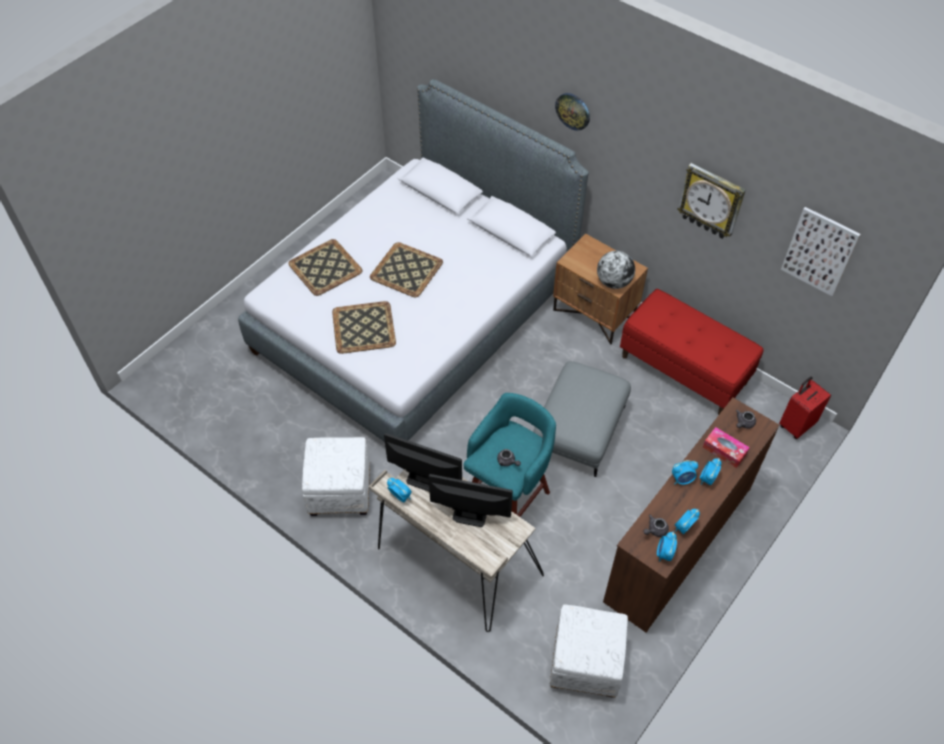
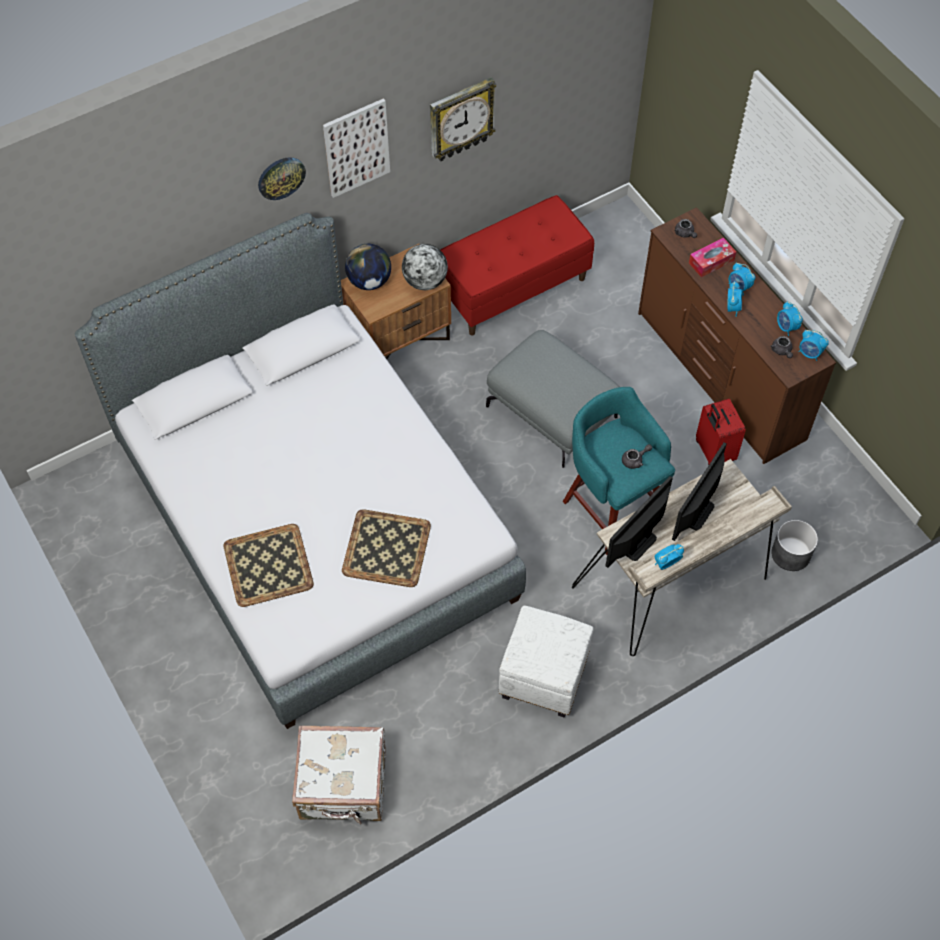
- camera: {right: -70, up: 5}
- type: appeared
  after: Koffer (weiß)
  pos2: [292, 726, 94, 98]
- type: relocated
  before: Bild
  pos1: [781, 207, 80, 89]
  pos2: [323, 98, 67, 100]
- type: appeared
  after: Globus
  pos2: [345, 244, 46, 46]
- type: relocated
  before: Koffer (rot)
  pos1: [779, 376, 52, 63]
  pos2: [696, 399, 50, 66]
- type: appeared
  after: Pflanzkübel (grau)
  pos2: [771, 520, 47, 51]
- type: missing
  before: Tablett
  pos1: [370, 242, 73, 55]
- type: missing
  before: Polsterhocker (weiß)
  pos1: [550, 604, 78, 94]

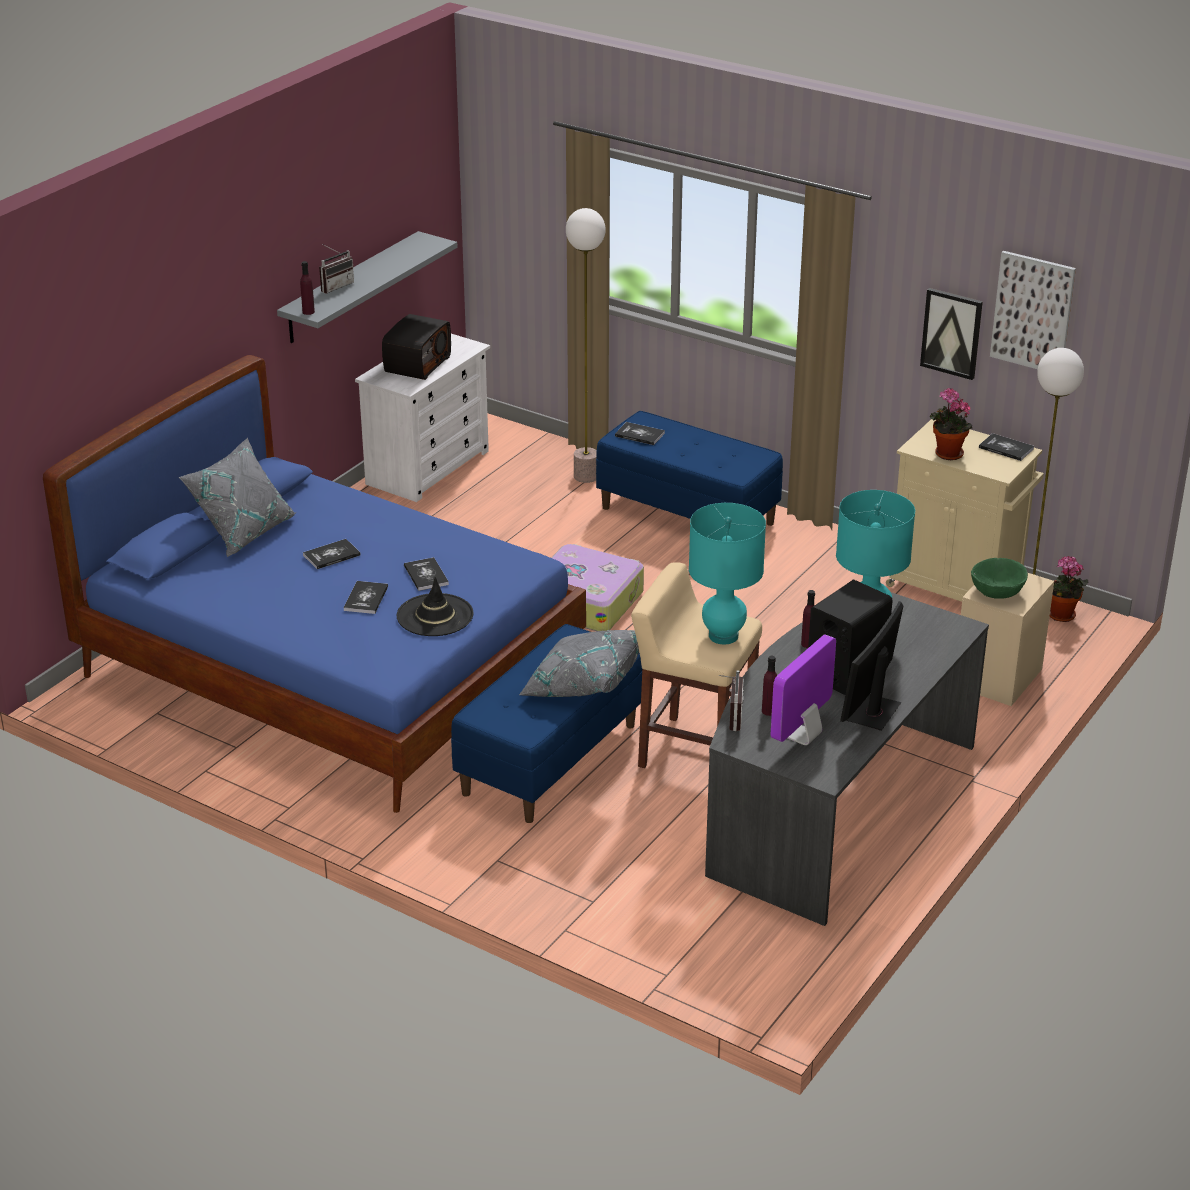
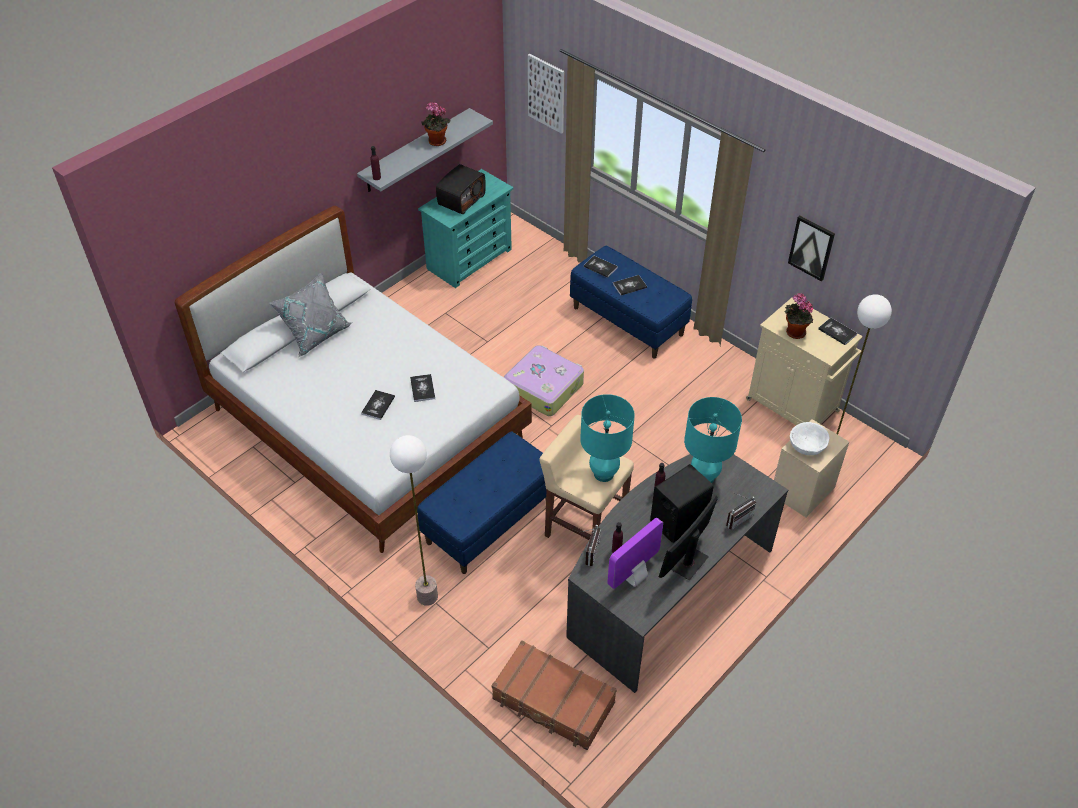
- camera: {right: 10, up: 15}
- type: colour
  before: Bett (blau)
  after: Bett (weiß)
  pos1: [43, 355, 543, 458]
  pos2: [175, 206, 357, 347]
- type: relocated
  before: Stehlampe
  pos1: [566, 208, 40, 275]
  pos2: [390, 435, 48, 171]
- type: colour
  before: Kommode (weiß)
  after: Kommode (türkis)
  pos1: [355, 334, 135, 168]
  pos2: [418, 169, 95, 119]
- type: relocated
  before: Topfpflanze
  pos1: [1049, 556, 39, 66]
  pos2: [421, 102, 30, 44]
- type: appeared
  after: Koffer (braun)
  pos2: [492, 640, 125, 110]
- type: relocated
  before: Bild
  pos1: [990, 251, 86, 118]
  pos2: [528, 54, 36, 80]
- type: relocated
  before: Buch
  pos1: [303, 539, 58, 30]
  pos2: [613, 275, 34, 20]
- type: relocated
  before: Radio
  pos1: [319, 244, 35, 50]
  pos2: [726, 493, 30, 37]
- type: colour
  before: Schüssel (grün)
  after: Schüssel (weiß)
  pos1: [971, 558, 57, 41]
  pos2: [790, 422, 39, 33]
- type: missing
  before: Hut (schwarz)
  pos1: [397, 577, 76, 59]
- type: missing
  before: Kissen (grau)
  pos1: [519, 630, 120, 67]

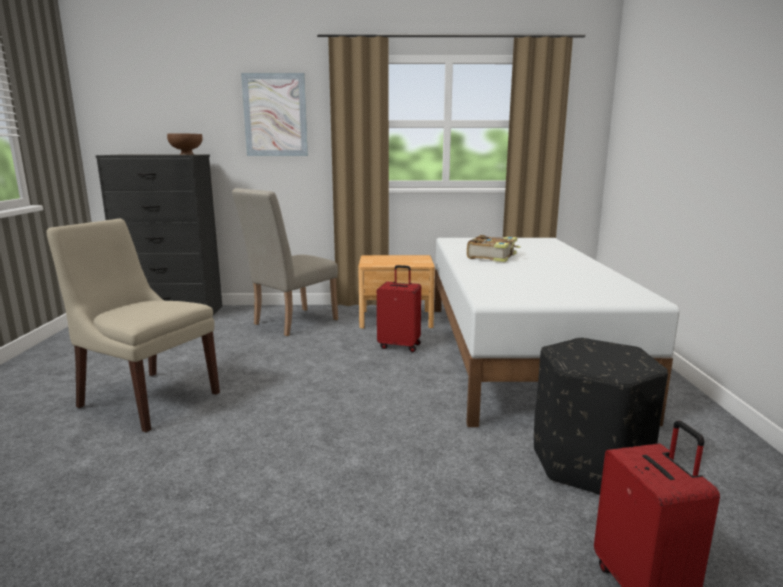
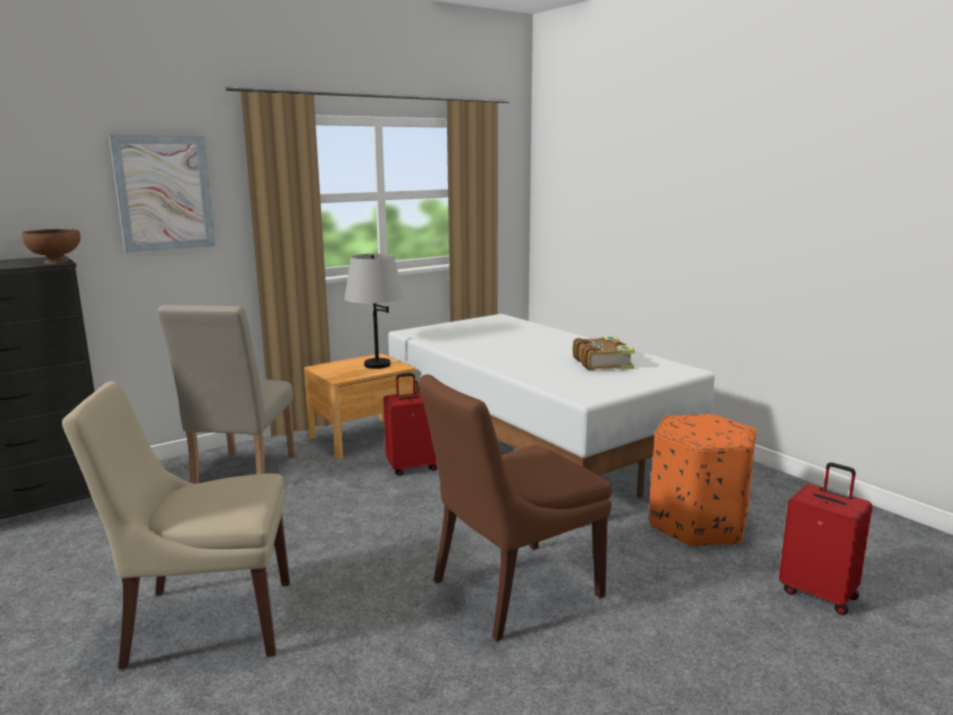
- camera: {right: -35, up: 0}
- type: appeared
  after: Tischlampe (grau)
  pos2: [344, 253, 60, 116]
- type: appeared
  after: Stuhl (braun)
  pos2: [419, 374, 193, 267]
- type: relocated
  before: Buch
  pos1: [467, 235, 54, 27]
  pos2: [573, 336, 62, 34]
- type: colour
  before: Polsterhocker (schwarz)
  after: Polsterhocker (orange)
  pos1: [534, 338, 134, 157]
  pos2: [649, 414, 107, 133]

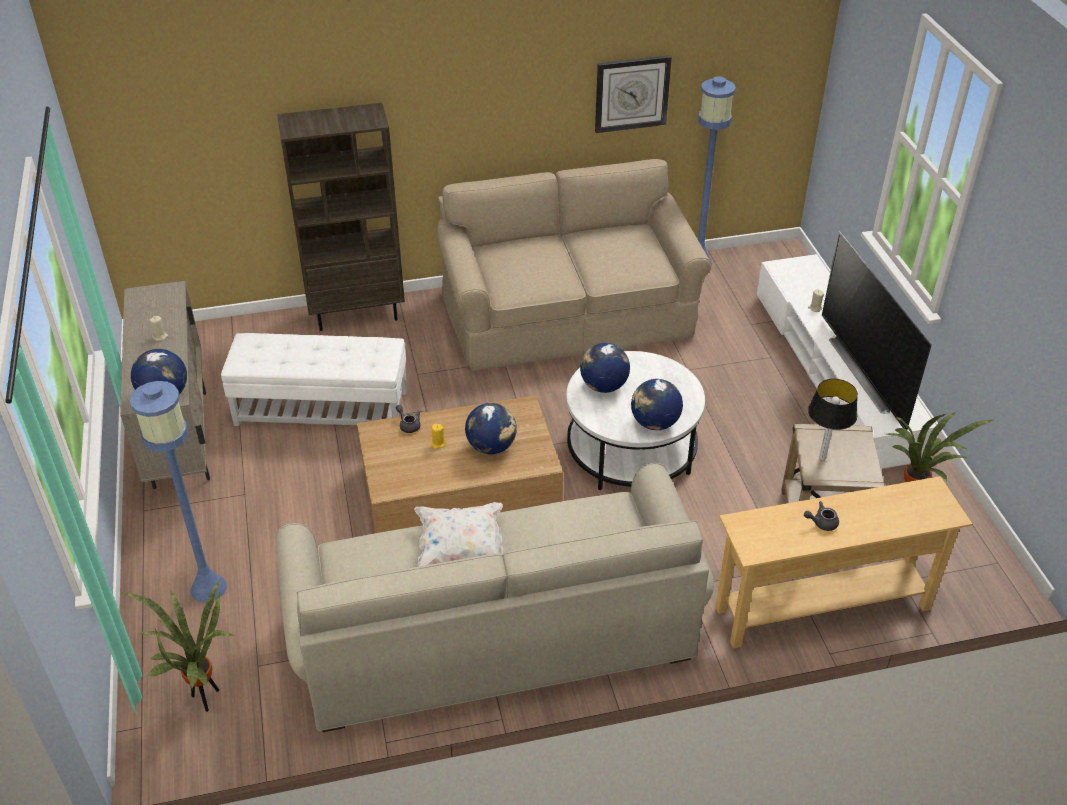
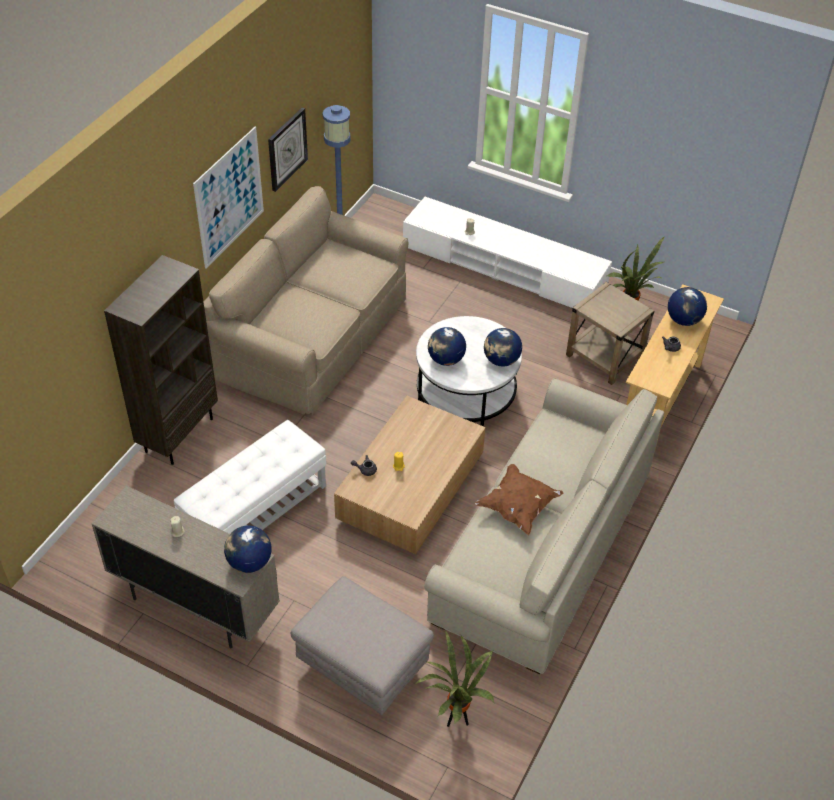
- camera: {right: -50, up: 5}
- type: appeared
  after: Bild
  pos2: [193, 127, 71, 142]
- type: exchanged
  before: Stehlampe (blau)
  after: Polsterhocker (grau)
  pos1: [130, 381, 97, 222]
  pos2: [291, 576, 143, 139]
- type: colour
  before: Kissen (weiß)
  after: Kissen (braun)
  pos1: [415, 502, 88, 65]
  pos2: [474, 464, 89, 71]
- type: relocated
  before: Globus
  pos1: [465, 403, 52, 51]
  pos2: [668, 287, 39, 39]
- type: missing
  before: Tischlampe
  pos1: [808, 379, 50, 82]
- type: missing
  before: Fernseher
  pos1: [822, 231, 110, 199]

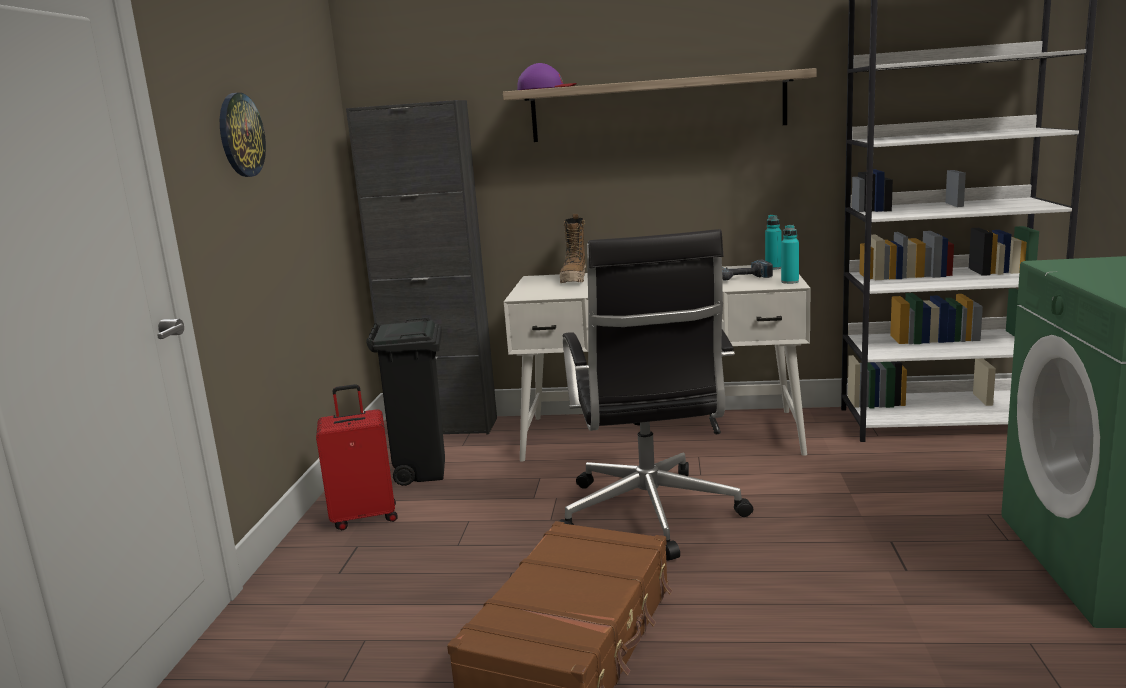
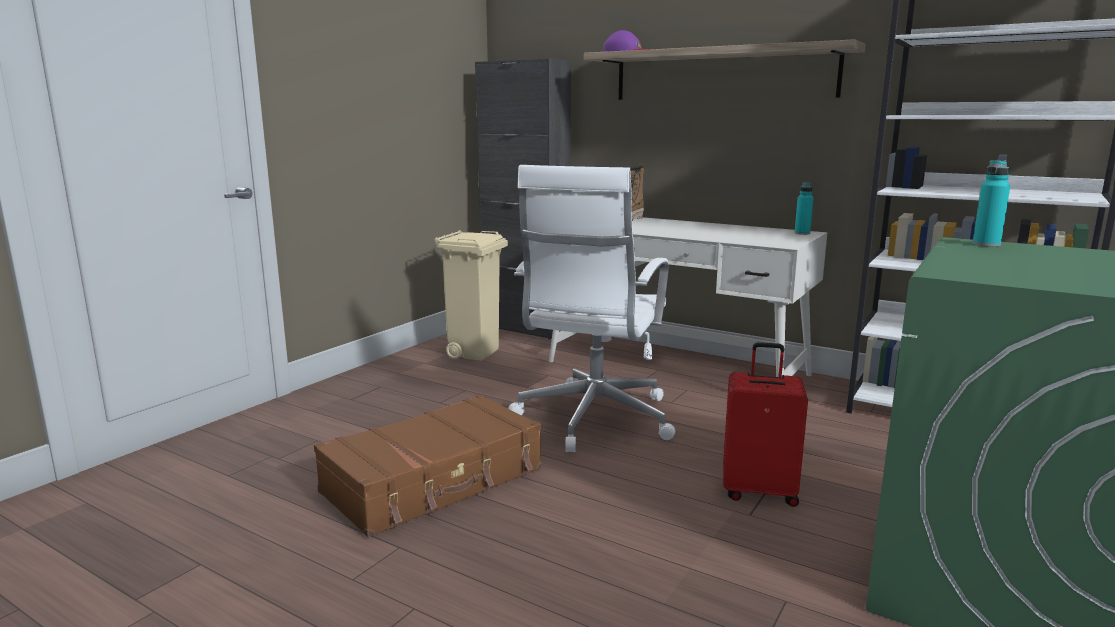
- camera: {right: 25, up: 0}
- type: colour
  before: Mülleimer (schwarz)
  after: Mülleimer (beige)
  pos1: [366, 317, 79, 169]
  pos2: [435, 230, 73, 131]
- type: colour
  before: Bürostuhl (schwarz)
  after: Bürostuhl (weiß)
  pos1: [559, 229, 194, 332]
  pos2: [508, 165, 167, 287]
- type: relocated
  before: Koffer (rot)
  pos1: [316, 384, 82, 146]
  pos2: [723, 342, 85, 165]
- type: relocated
  before: Flasche (türkis)
  pos1: [781, 225, 18, 59]
  pos2: [972, 160, 38, 87]
- type: missing
  before: Wanduhr
  pos1: [220, 93, 46, 84]
- type: missing
  before: Bohrmaschine
  pos1: [722, 260, 51, 20]

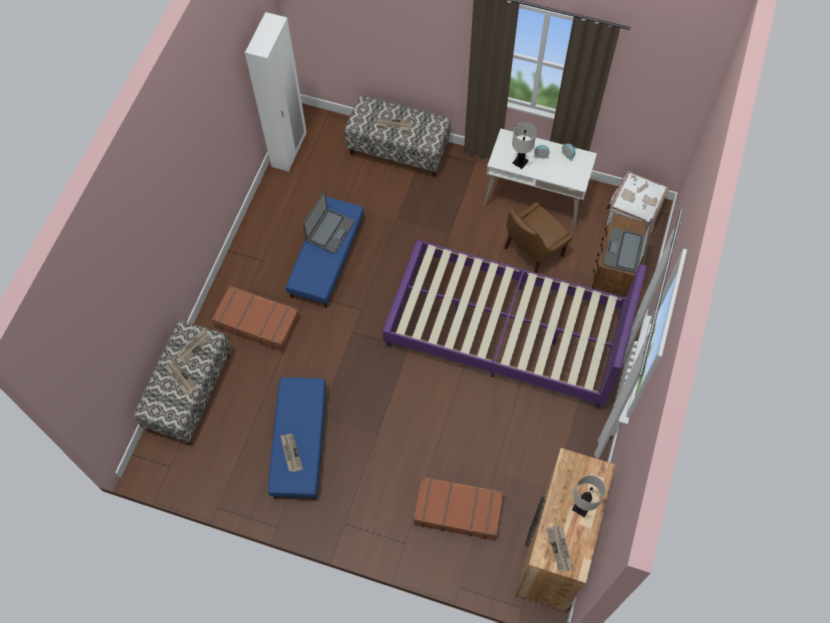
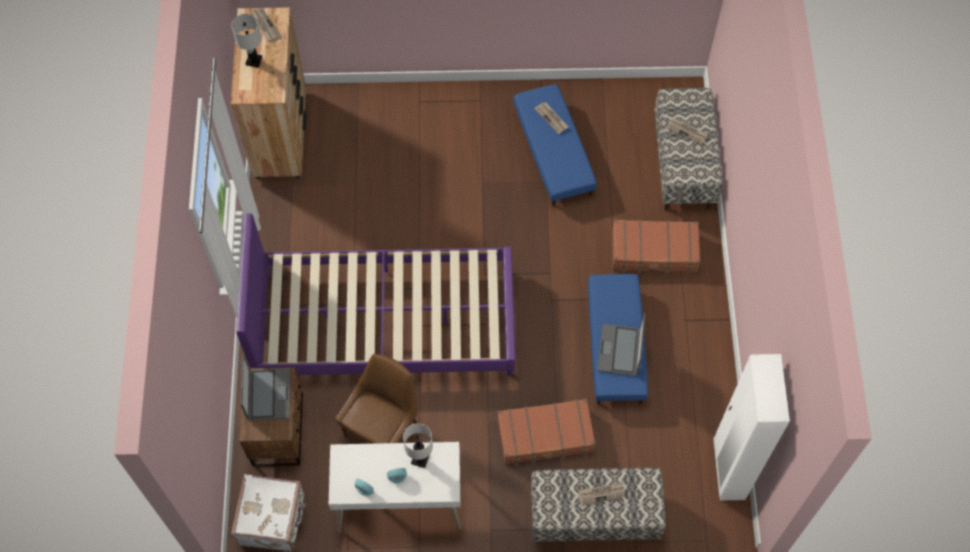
- camera: {right: 160, up: 0}
- type: relocated
  before: Koffer (braun)
  pos1: [414, 476, 90, 65]
  pos2: [497, 399, 99, 67]
- type: missing
  before: Zeitung
  pos1: [177, 328, 34, 36]

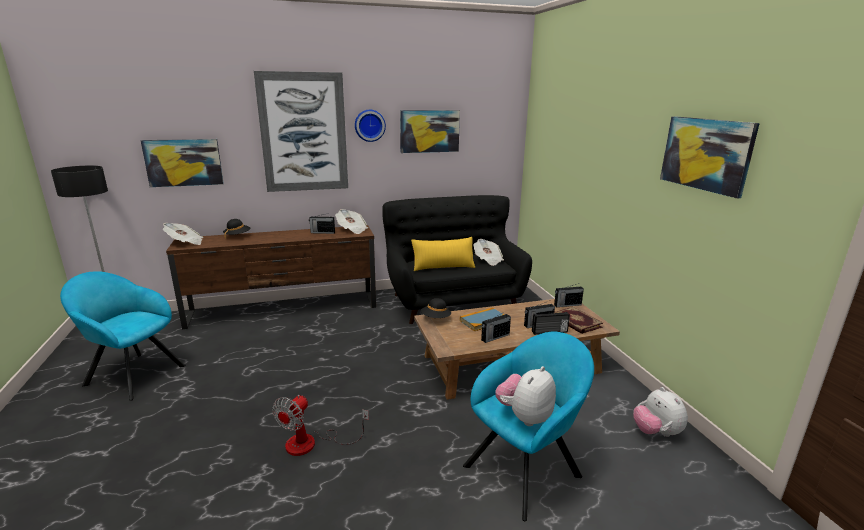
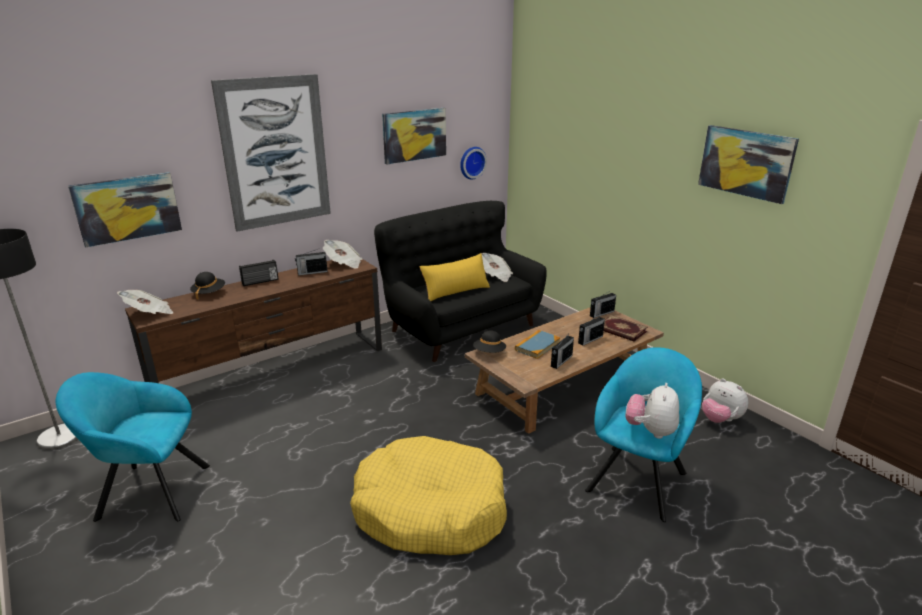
- camera: {right: -20, up: 5}
- type: relocated
  before: Radio
  pos1: [532, 312, 38, 23]
  pos2: [239, 260, 40, 26]
- type: exchanged
  before: Ventilator
  after: Hundebett (gelb)
  pos1: [272, 395, 97, 61]
  pos2: [350, 436, 157, 119]
- type: relocated
  before: Wanduhr
  pos1: [355, 110, 31, 32]
  pos2: [460, 147, 27, 32]

